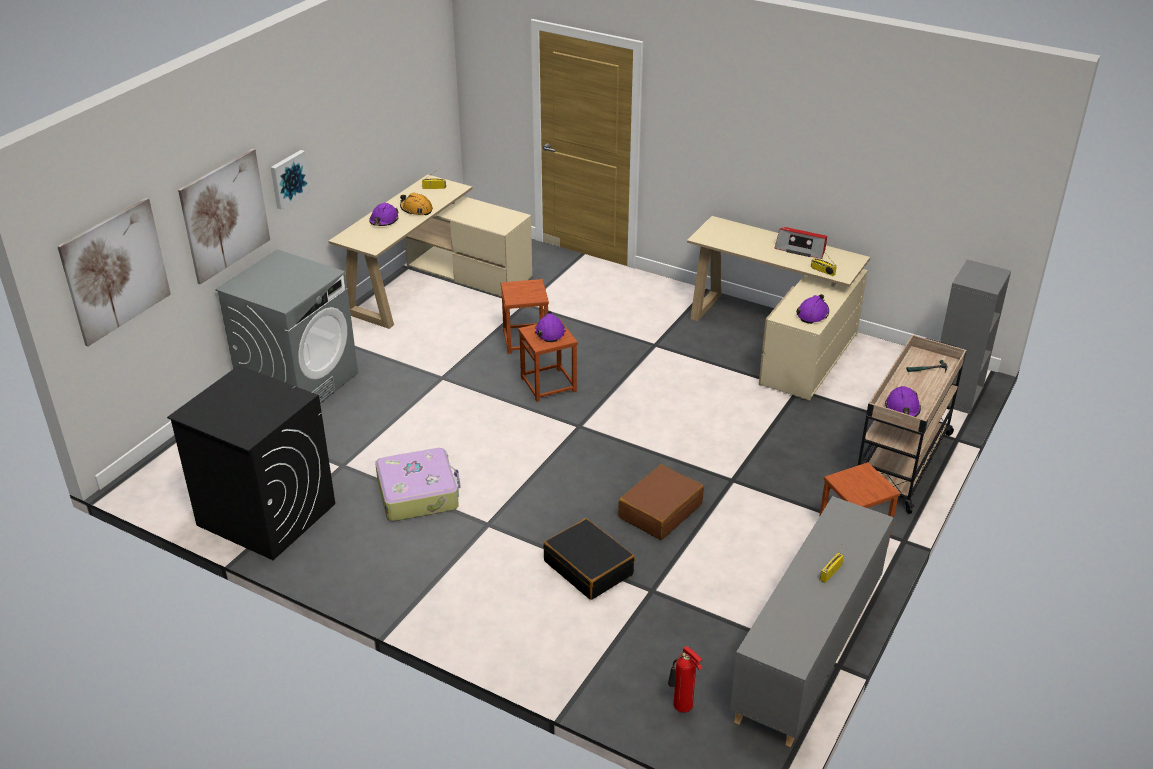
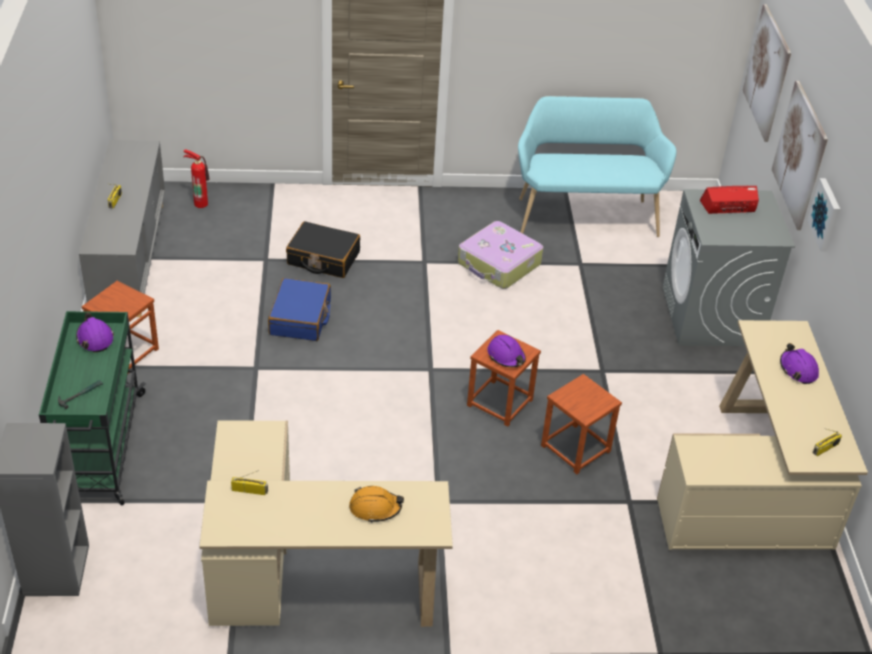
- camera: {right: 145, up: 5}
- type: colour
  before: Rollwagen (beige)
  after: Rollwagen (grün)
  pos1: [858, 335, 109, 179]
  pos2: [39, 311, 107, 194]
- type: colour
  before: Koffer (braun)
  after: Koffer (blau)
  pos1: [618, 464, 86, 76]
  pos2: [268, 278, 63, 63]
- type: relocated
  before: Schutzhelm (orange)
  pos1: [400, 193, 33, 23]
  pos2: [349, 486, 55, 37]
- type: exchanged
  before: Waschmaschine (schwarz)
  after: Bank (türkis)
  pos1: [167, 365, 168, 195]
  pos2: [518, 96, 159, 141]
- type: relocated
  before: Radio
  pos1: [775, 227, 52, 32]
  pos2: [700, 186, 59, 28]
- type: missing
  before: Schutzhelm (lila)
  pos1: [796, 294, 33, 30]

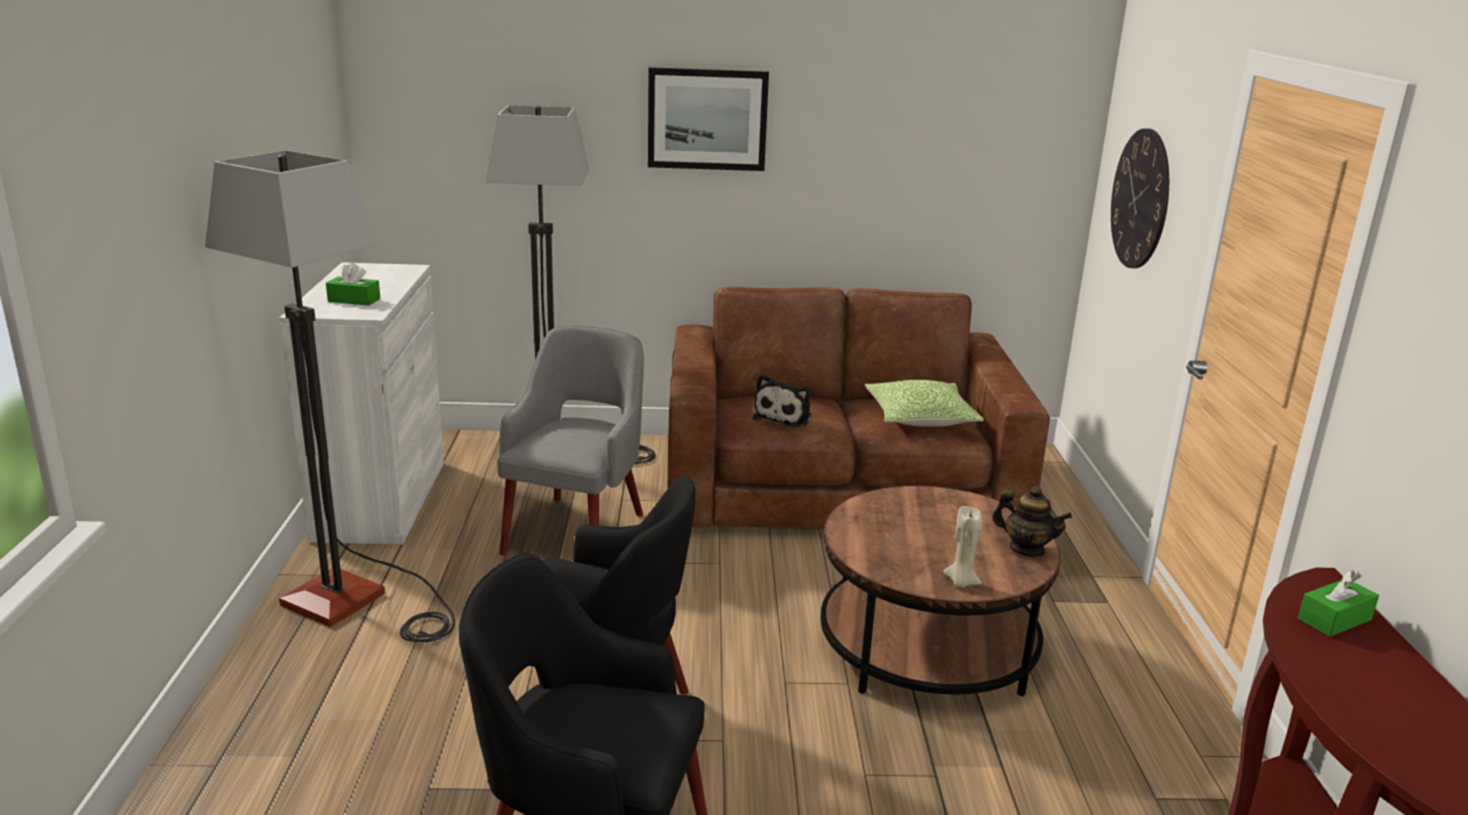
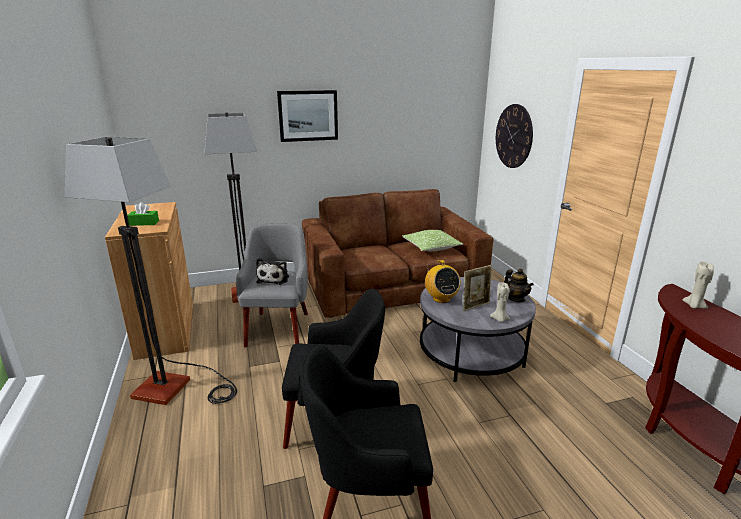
- camera: {right: -15, up: 0}
- type: colour
  before: Schrank (weiß)
  after: Schrank (braun)
  pos1: [280, 262, 164, 282]
  pos2: [105, 202, 88, 158]
- type: relocated
  before: Plüschtier
  pos1: [753, 374, 59, 53]
  pos2: [256, 258, 33, 27]
- type: colour
  before: Couchtisch (braun)
  after: Couchtisch (grau)
  pos1: [821, 486, 240, 211]
  pos2: [420, 277, 116, 105]
- type: appeared
  after: Radio
  pos2: [425, 260, 36, 43]
- type: appeared
  after: Bilderrahmen
  pos2: [463, 265, 29, 46]
- type: spun
  before: Teekanne
  pos1: [992, 486, 80, 71]
  pos2: [504, 269, 30, 33]
  turn: 45
- type: exchanged
  before: Taschentuchbox (grün)
  after: Kerze (beige)
  pos1: [1298, 570, 81, 67]
  pos2: [683, 261, 31, 48]

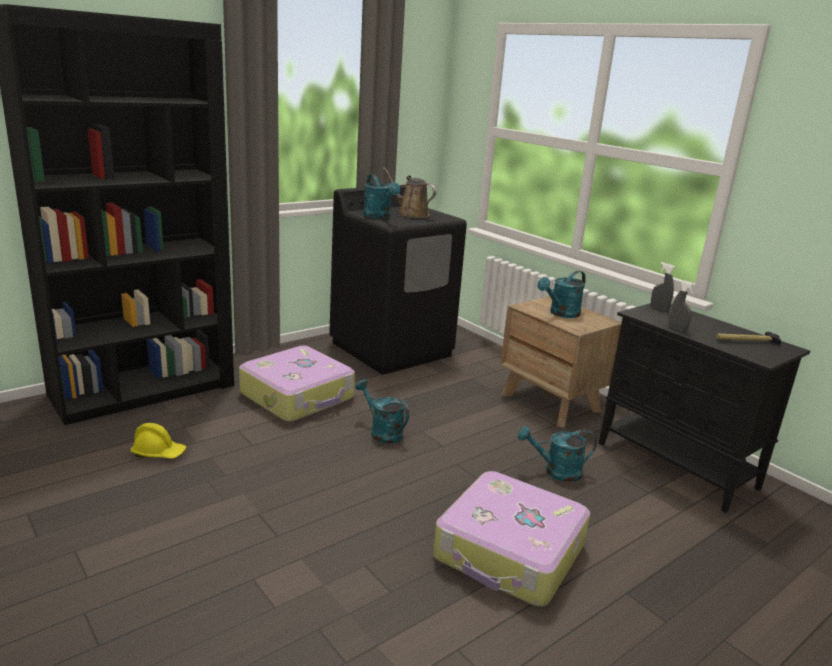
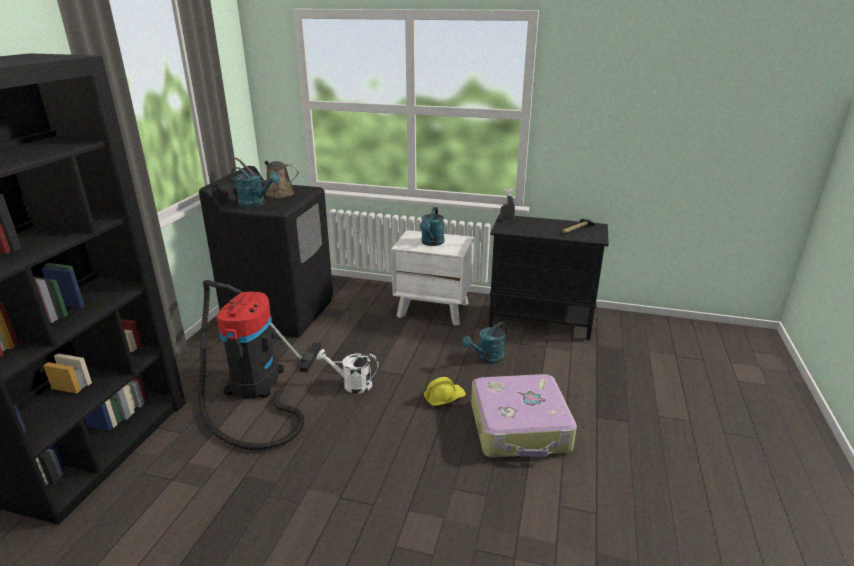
- camera: {right: -35, up: 5}
- type: exchanged
  before: Koffer
  after: Staubsauger
  pos1: [239, 346, 116, 76]
  pos2: [198, 280, 123, 170]
- type: colour
  before: Gießkanne (türkis)
  after: Gießkanne (weiß)
  pos1: [355, 379, 54, 65]
  pos2: [317, 349, 62, 45]
- type: colour
  before: Nachttisch (braun)
  after: Nachttisch (weiß)
  pos1: [500, 296, 122, 132]
  pos2: [391, 230, 83, 96]
- type: relocated
  before: Schutzhelm (gelb)
  pos1: [130, 423, 56, 36]
  pos2: [424, 377, 42, 30]
- type: missing
  before: Sprühflasche (grau)
  pos1: [668, 281, 28, 50]

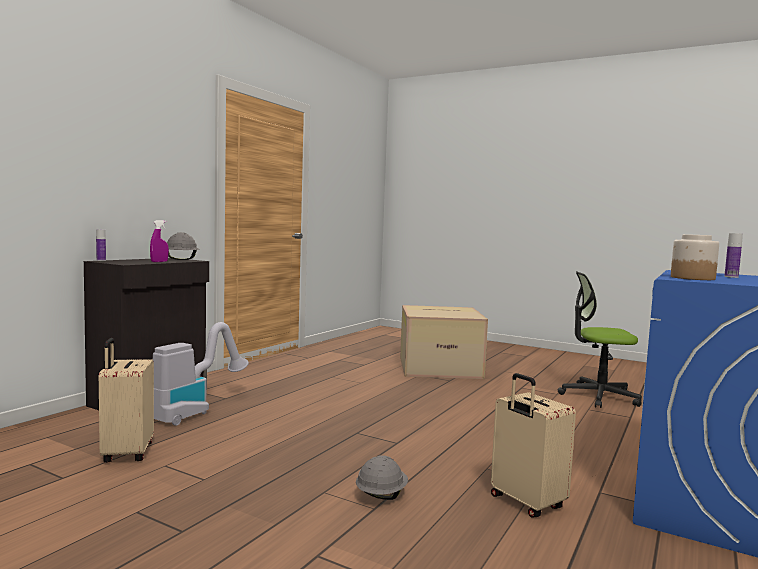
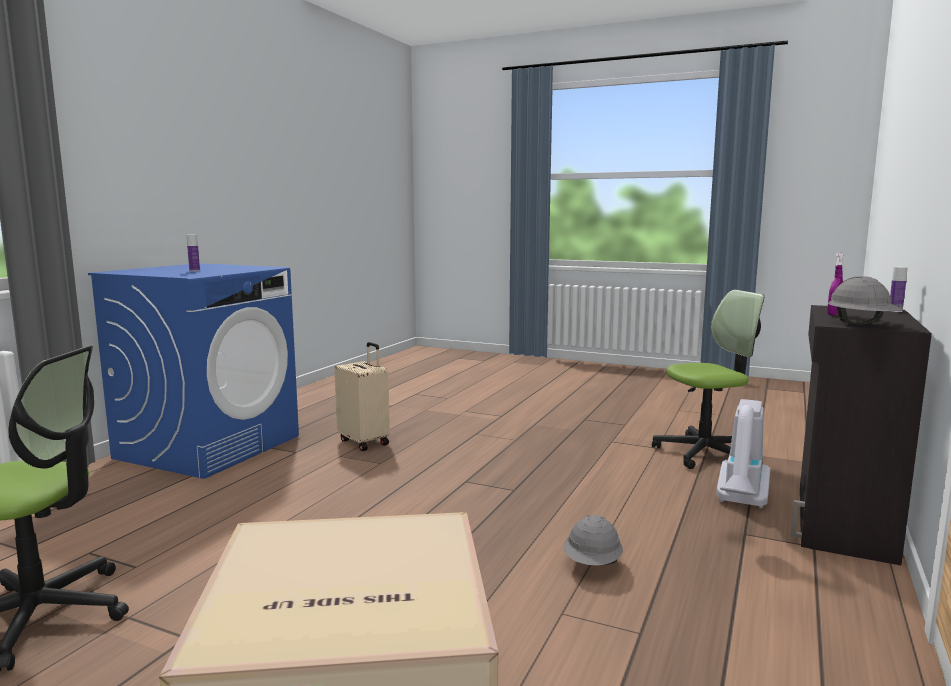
- camera: {right: 175, up: 5}
- type: relocated
  before: Schutzhelm (grau)
  pos1: [356, 455, 52, 45]
  pos2: [564, 515, 59, 50]
- type: exchanged
  before: Koffer (beige)
  after: Bürostuhl
  pos1: [99, 338, 55, 124]
  pos2: [652, 290, 112, 179]
- type: missing
  before: Vorratsglas
  pos1: [671, 234, 48, 46]

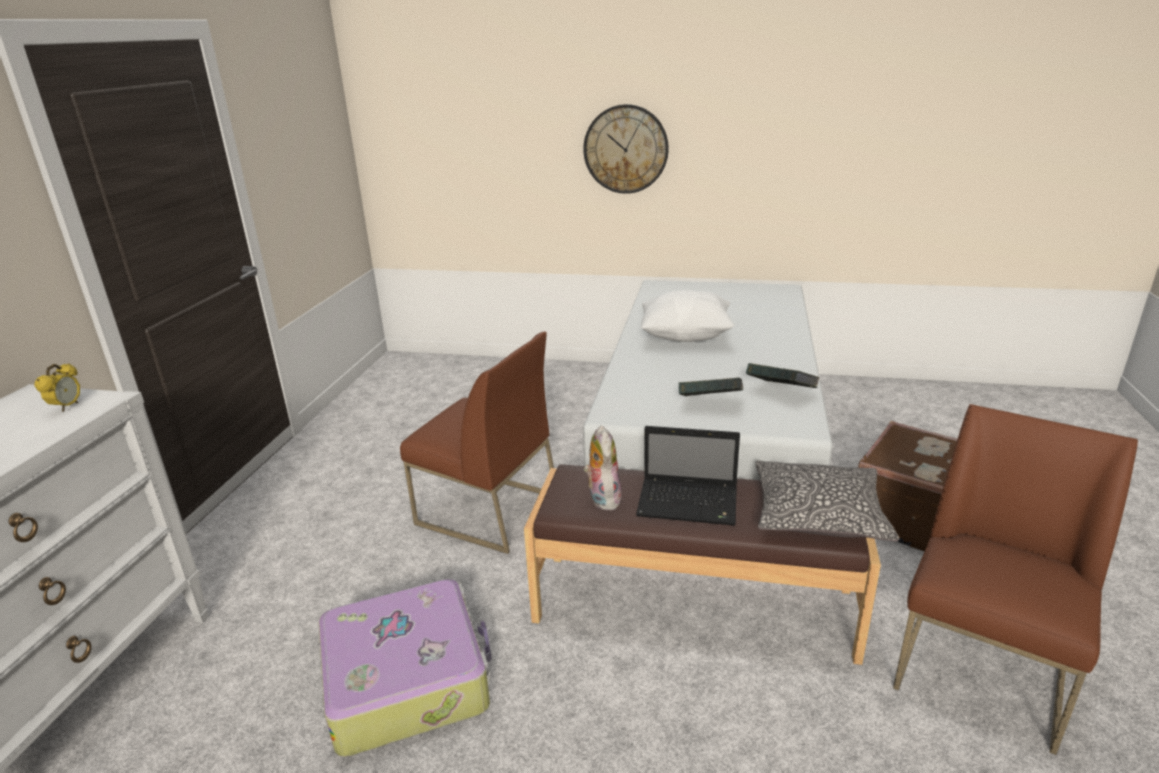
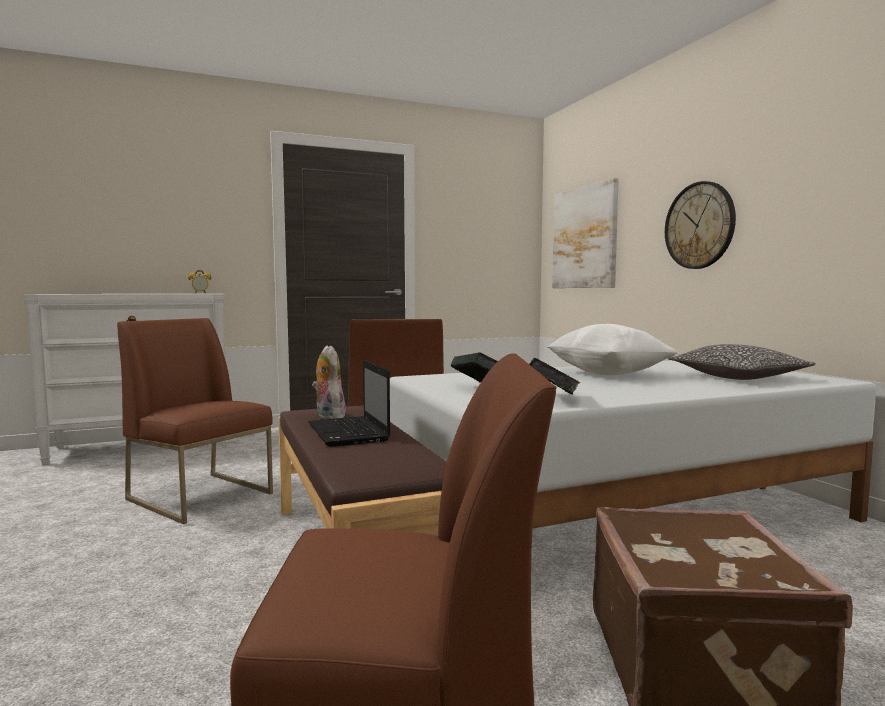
- camera: {right: 55, up: -20}
- type: exchanged
  before: Koffer
  after: Stuhl (braun)
  pos1: [319, 579, 173, 178]
  pos2: [117, 318, 156, 206]
- type: spun
  before: Plüschtier
  pos1: [584, 425, 38, 85]
  pos2: [312, 345, 34, 74]
  turn: -75
- type: appeared
  after: Bild
  pos2: [552, 178, 67, 110]
- type: relocated
  before: Kissen
  pos1: [756, 460, 143, 81]
  pos2: [668, 344, 148, 36]

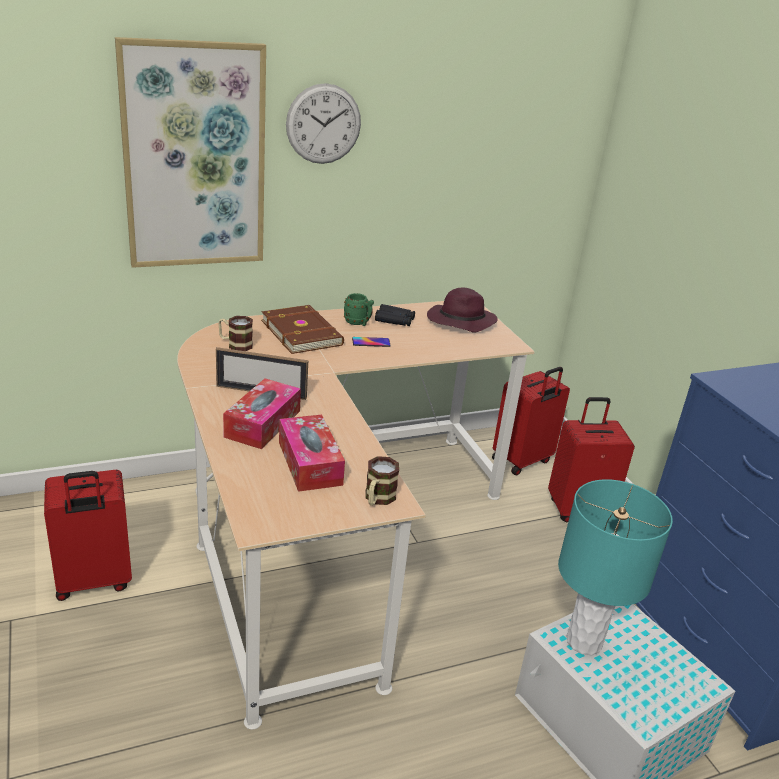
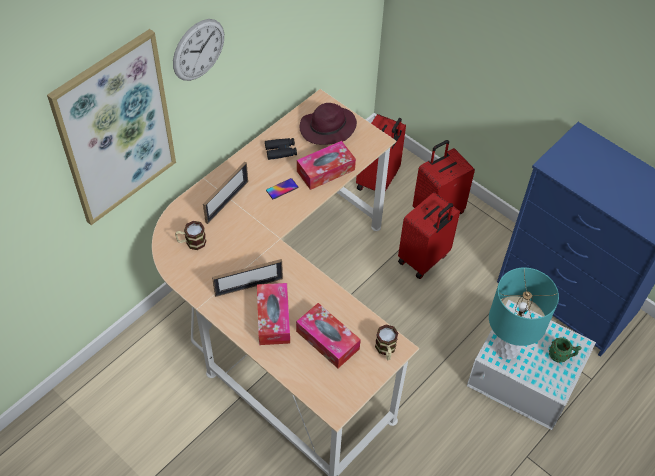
- camera: {right: -25, up: 25}
- type: exchanged
  before: Buch (braun)
  after: Bilderrahmen
  pos1: [261, 305, 83, 49]
  pos2: [203, 162, 45, 62]
- type: appeared
  after: Taschentuchbox
  pos2: [297, 141, 59, 49]
- type: relocated
  before: Koffer (rot)
  pos1: [44, 470, 88, 131]
  pos2: [398, 192, 62, 87]
- type: relocated
  before: Henkelbecher (grün)
  pos1: [344, 293, 30, 33]
  pos2: [549, 338, 33, 25]

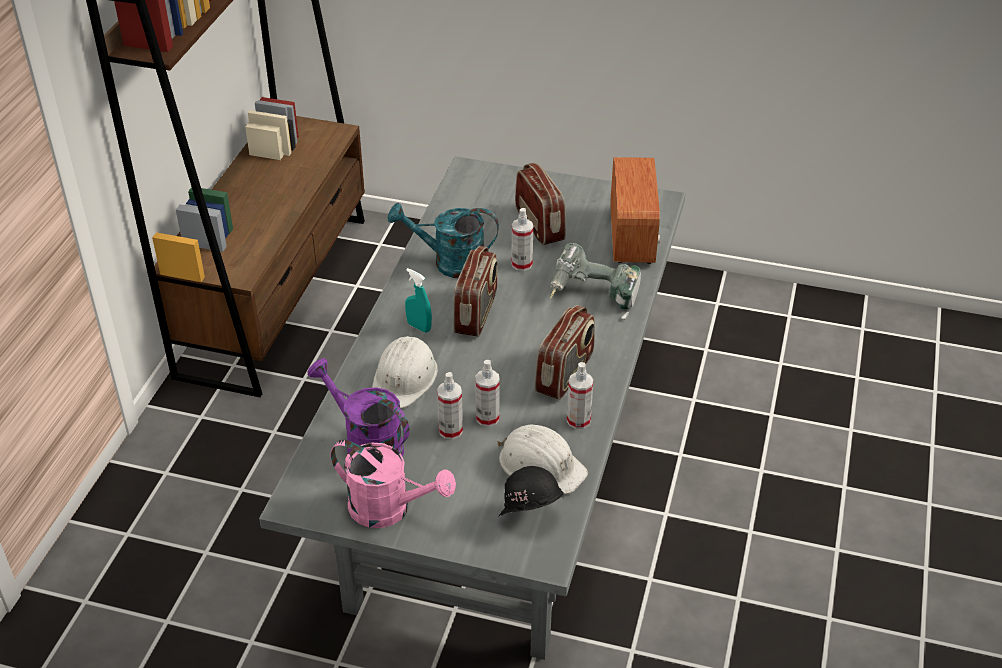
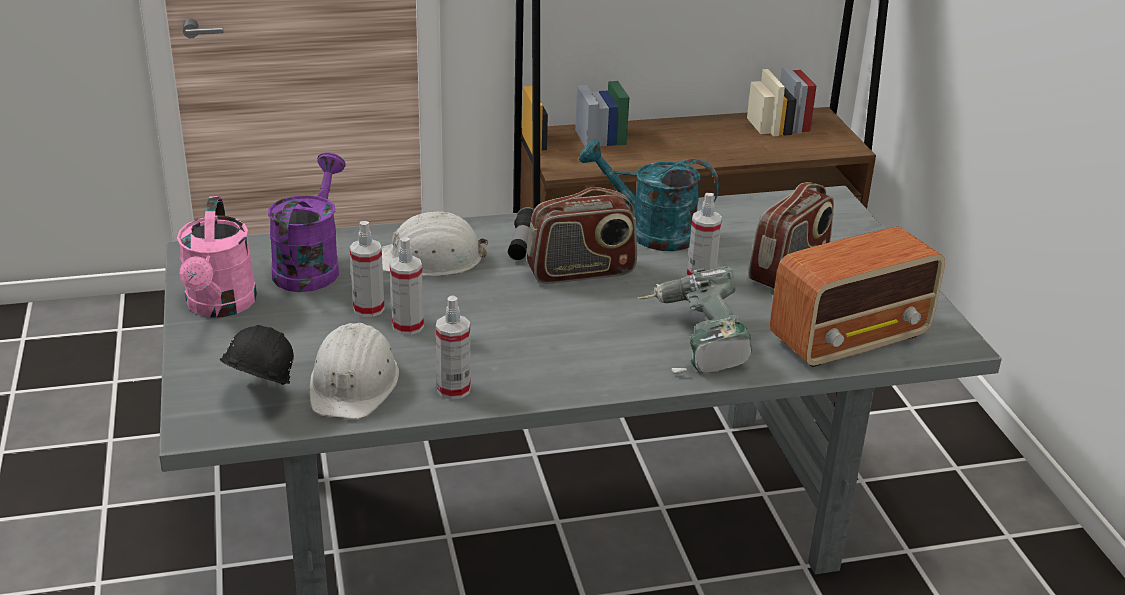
- camera: {right: 60, up: -10}
- type: exchanged
  before: Sprühflasche (türkis)
  after: Taschenlampe
  pos1: [405, 268, 27, 65]
  pos2: [508, 207, 26, 53]
- type: spun
  before: Gießkanne (türkis)
  pos1: [388, 203, 111, 75]
  pos2: [579, 139, 140, 112]
  turn: -45
- type: missing
  before: Radio
  pos1: [535, 305, 60, 95]

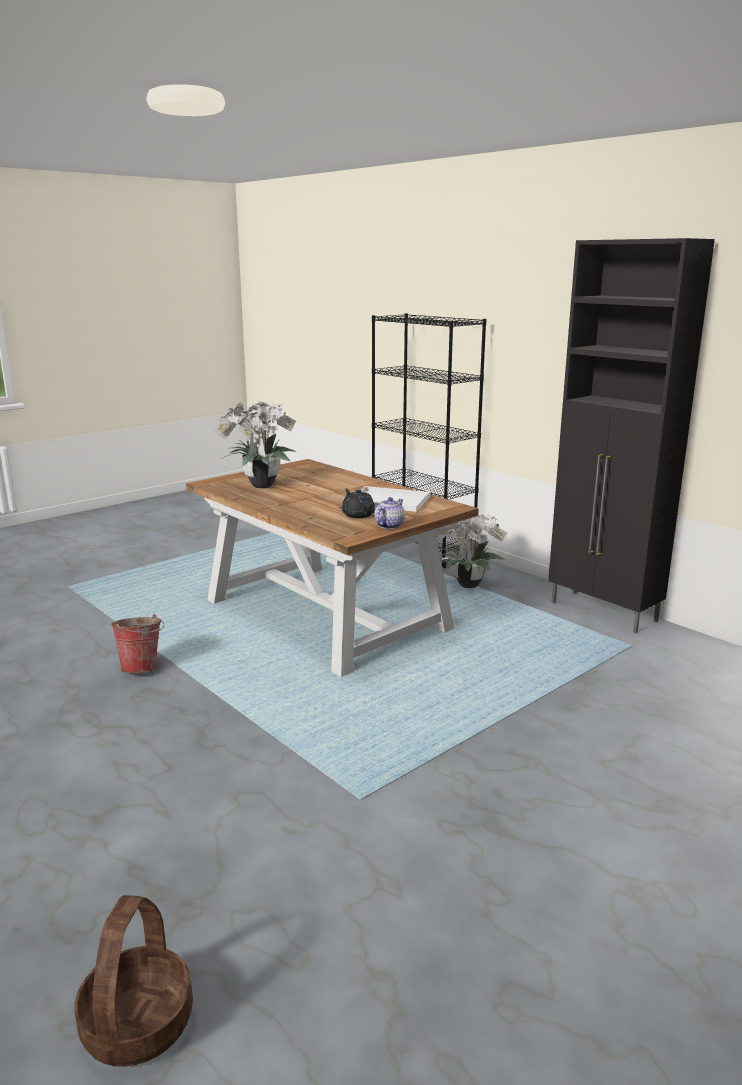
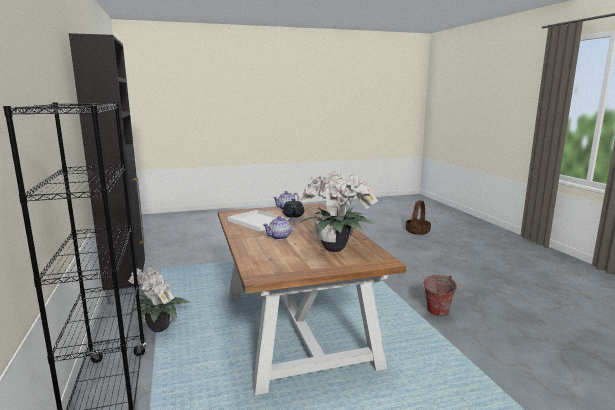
- camera: {right: -155, up: -5}
- type: appeared
  after: Teekanne
  pos2: [263, 216, 33, 24]

